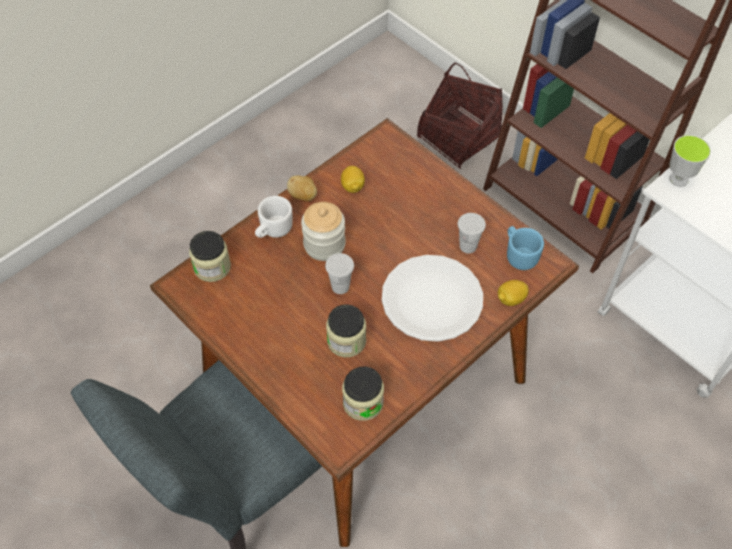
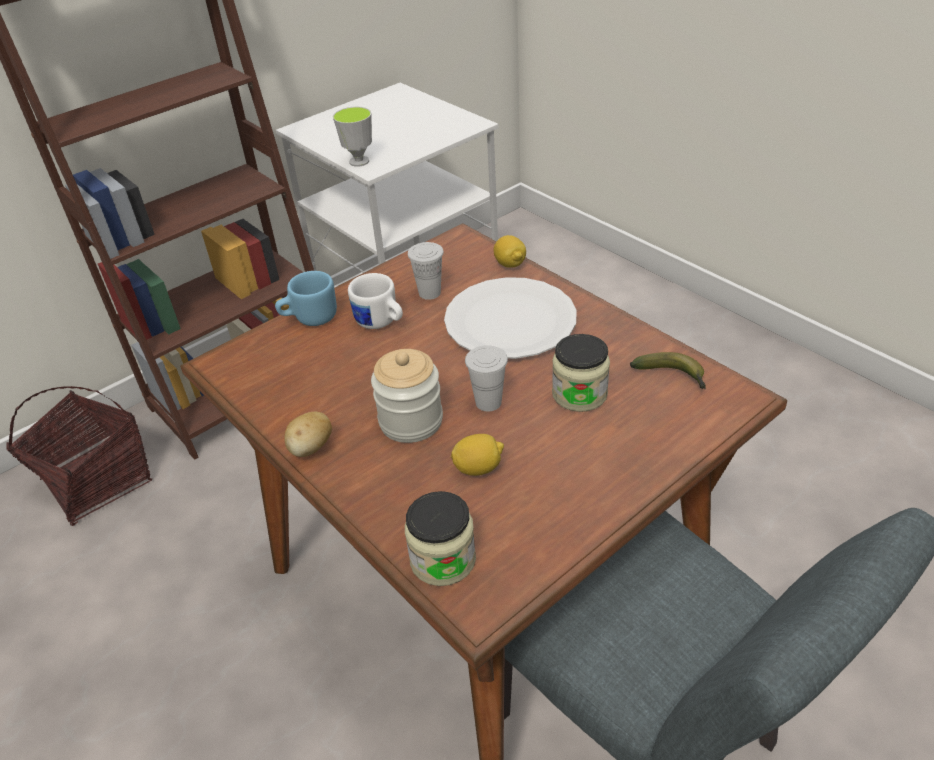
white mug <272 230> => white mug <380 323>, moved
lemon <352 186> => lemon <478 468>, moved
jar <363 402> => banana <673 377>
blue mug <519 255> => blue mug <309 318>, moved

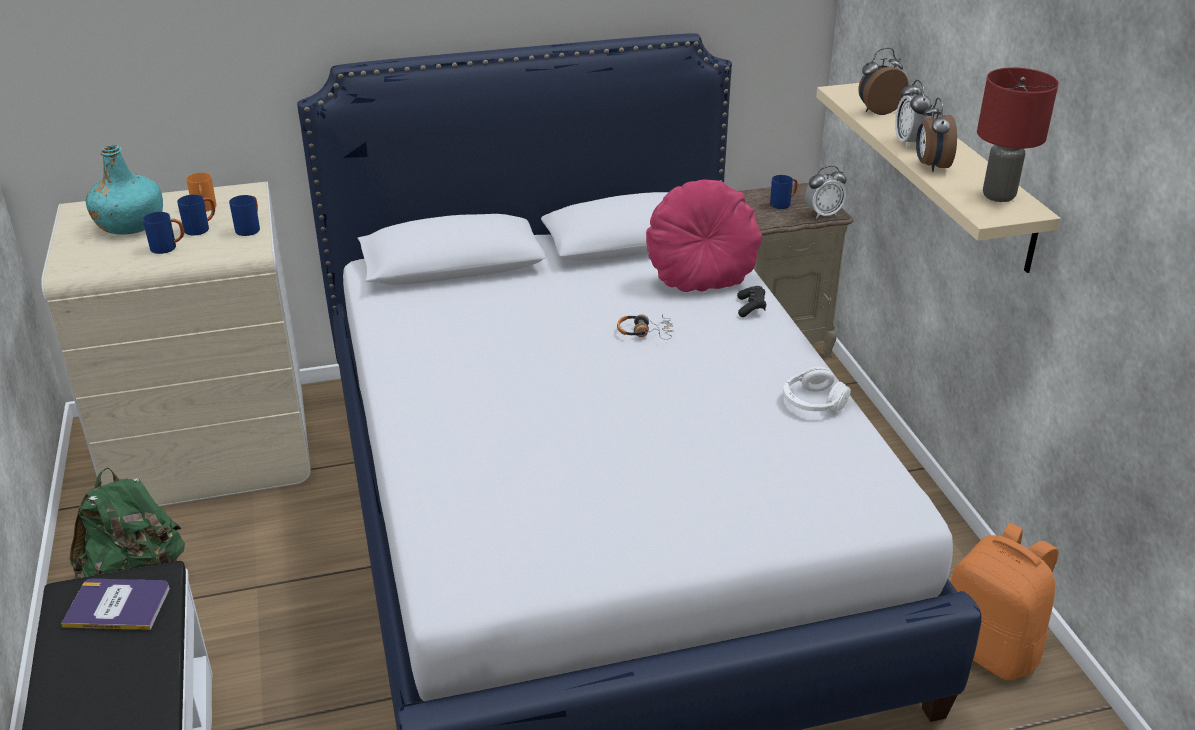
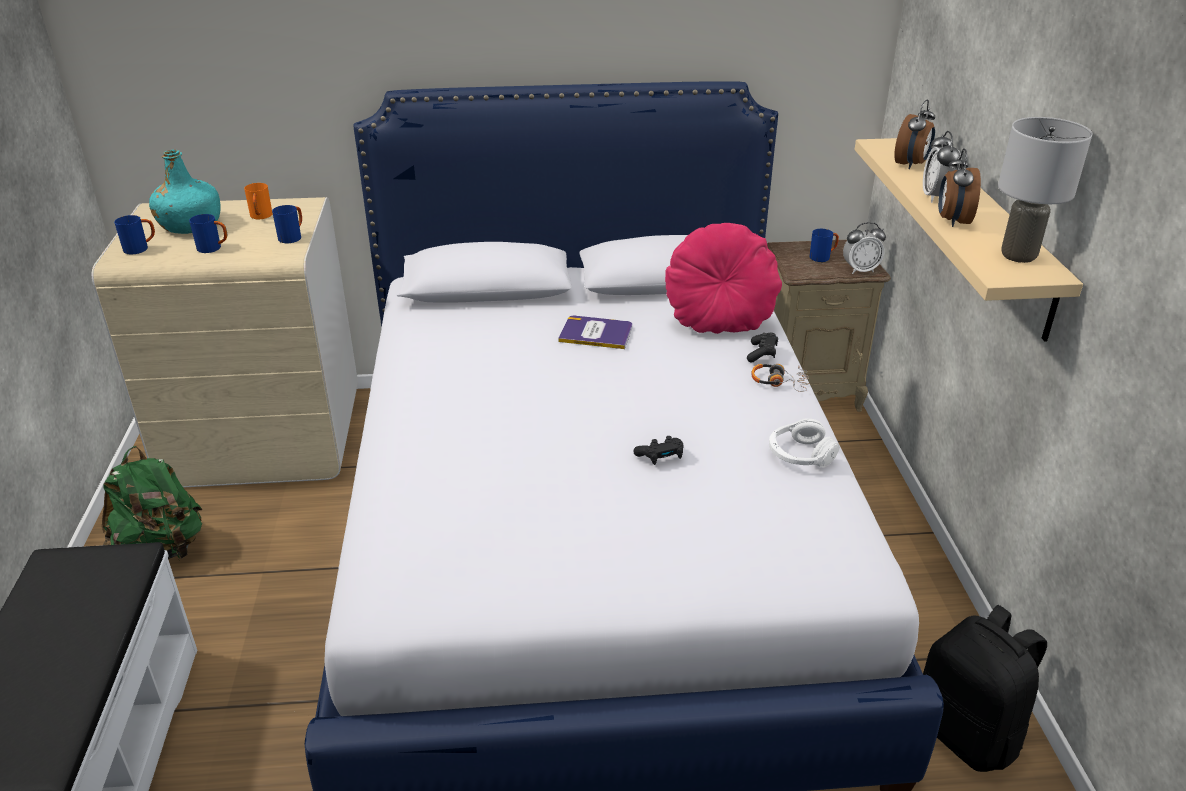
book <118 605> => book <596 333>, moved
blue mug <201 228> => blue mug <141 248>, moved
headphones <645 332> => headphones <779 382>, moved
alarm clock <877 110> => alarm clock <911 164>, 135 degrees clockwise
orange backpack <990 648> => black backpack <967 733>
red table lamp <996 196> => white table lamp <1016 256>
nothing => black game controller <661 457>

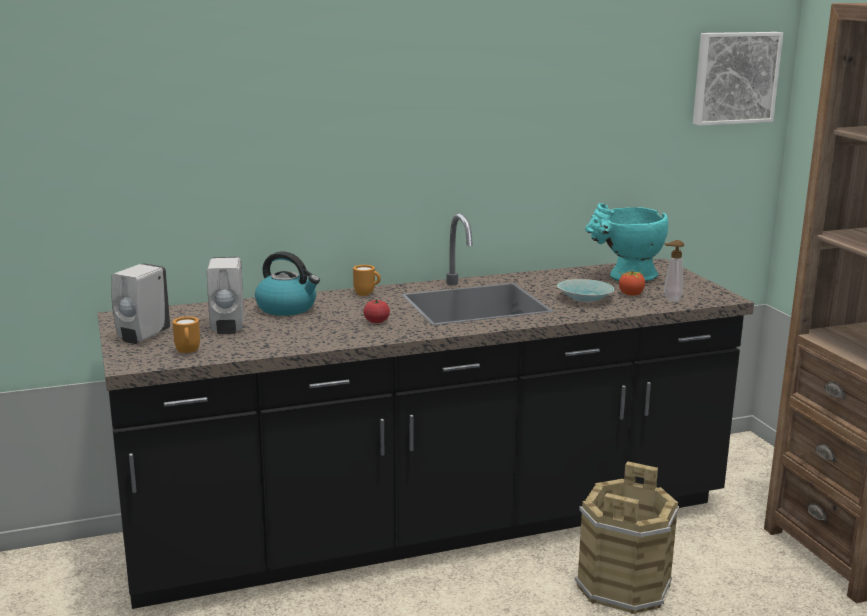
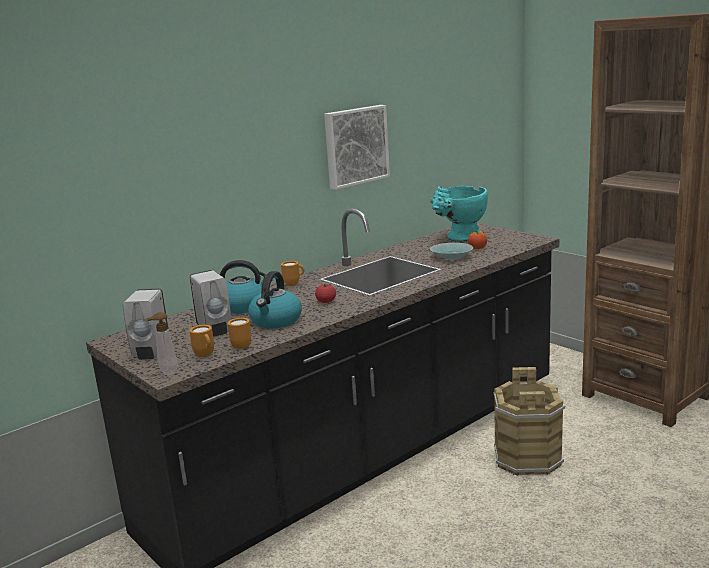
soap dispenser <670 299> => soap dispenser <167 373>, moved
picture <734 77> => picture <355 146>, moved
nothing => orange mug <242 345>
nothing => kettle <276 321>

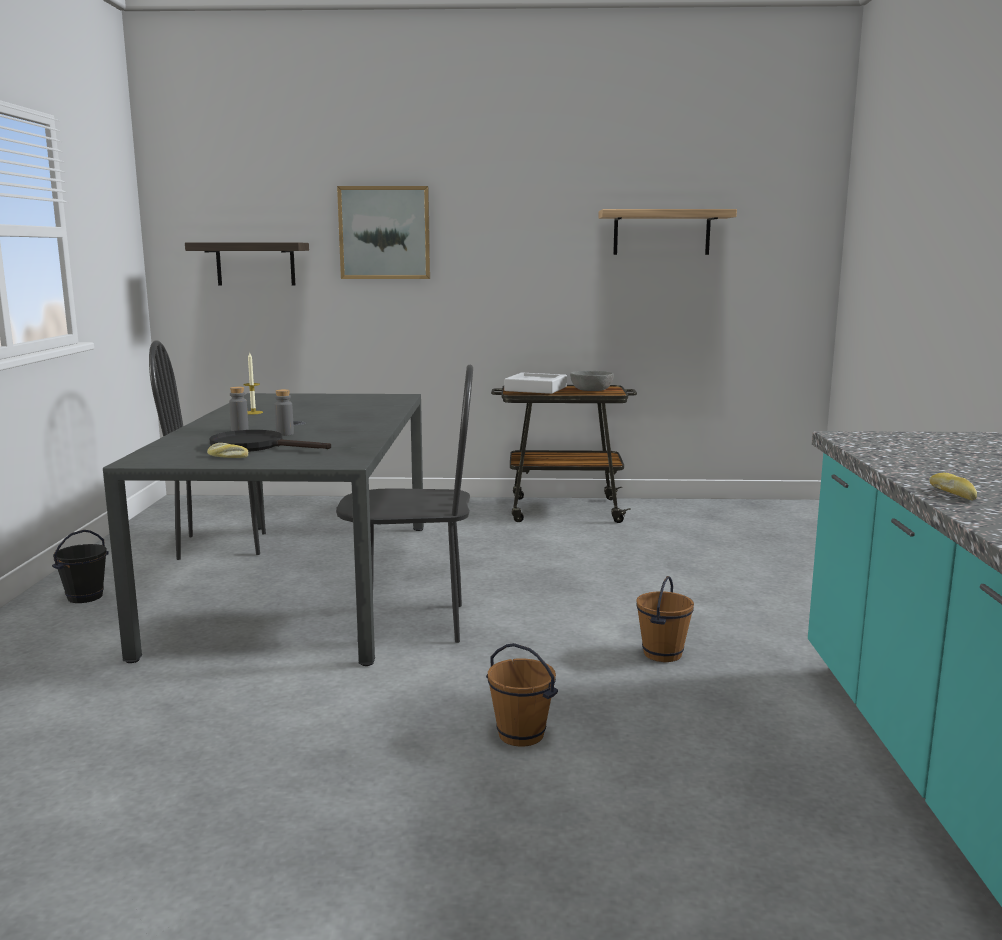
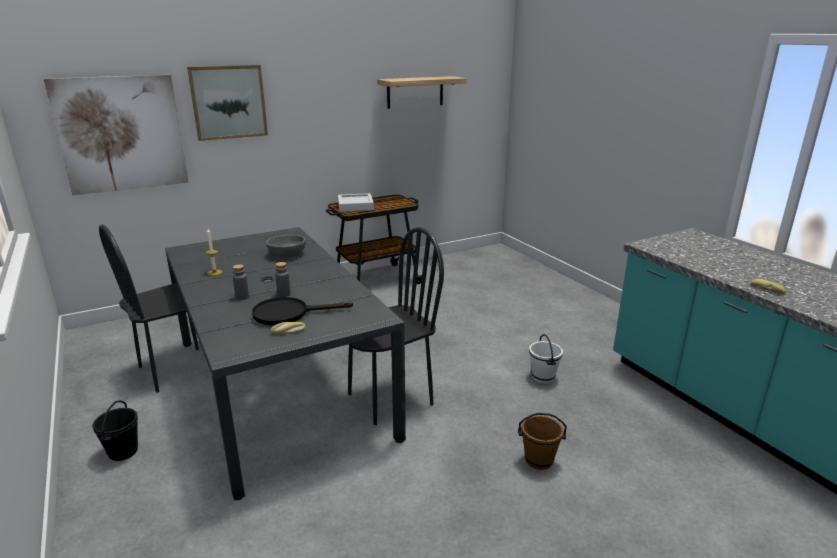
shelf <255 264> => picture <121 134>
grey bowl <591 390> => grey bowl <287 254>, moved
brown bucket <661 654> => white bucket <542 377>

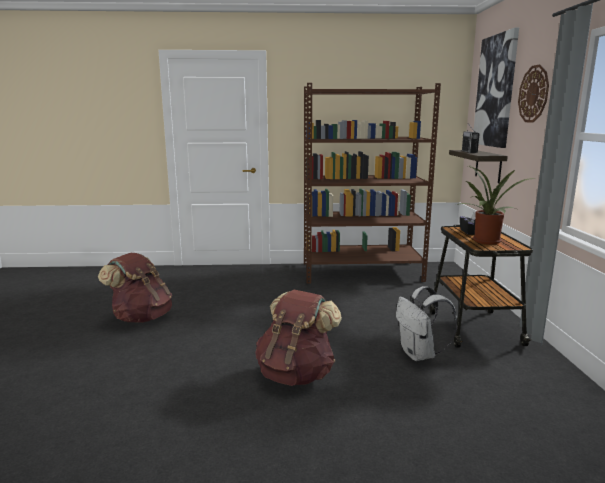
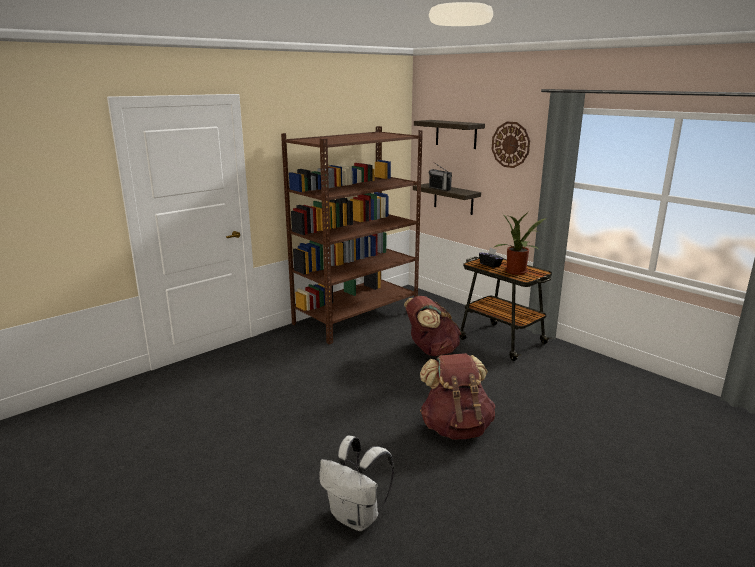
brown backpack <141 317> => brown backpack <431 351>, moved
white backpack <419 355> => white backpack <357 517>, moved
picture <495 91> => shelf <456 134>

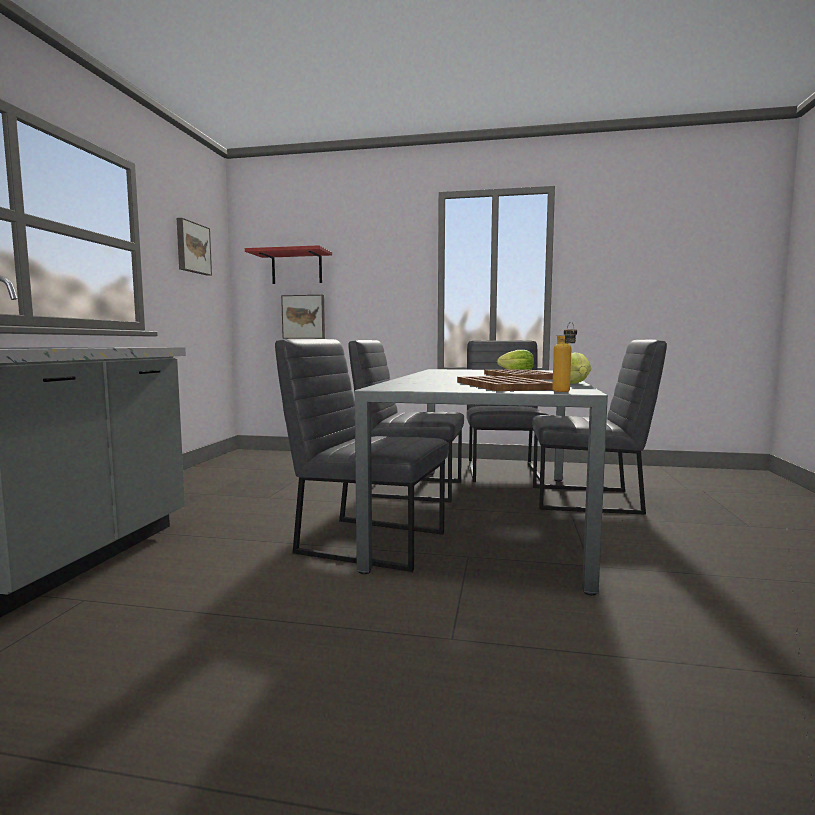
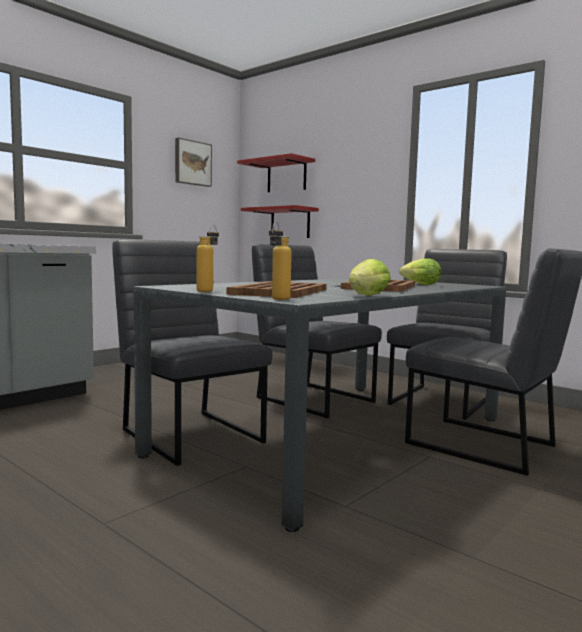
picture <304 317> => red shelf <290 223>
nothing => bottle <208 291>

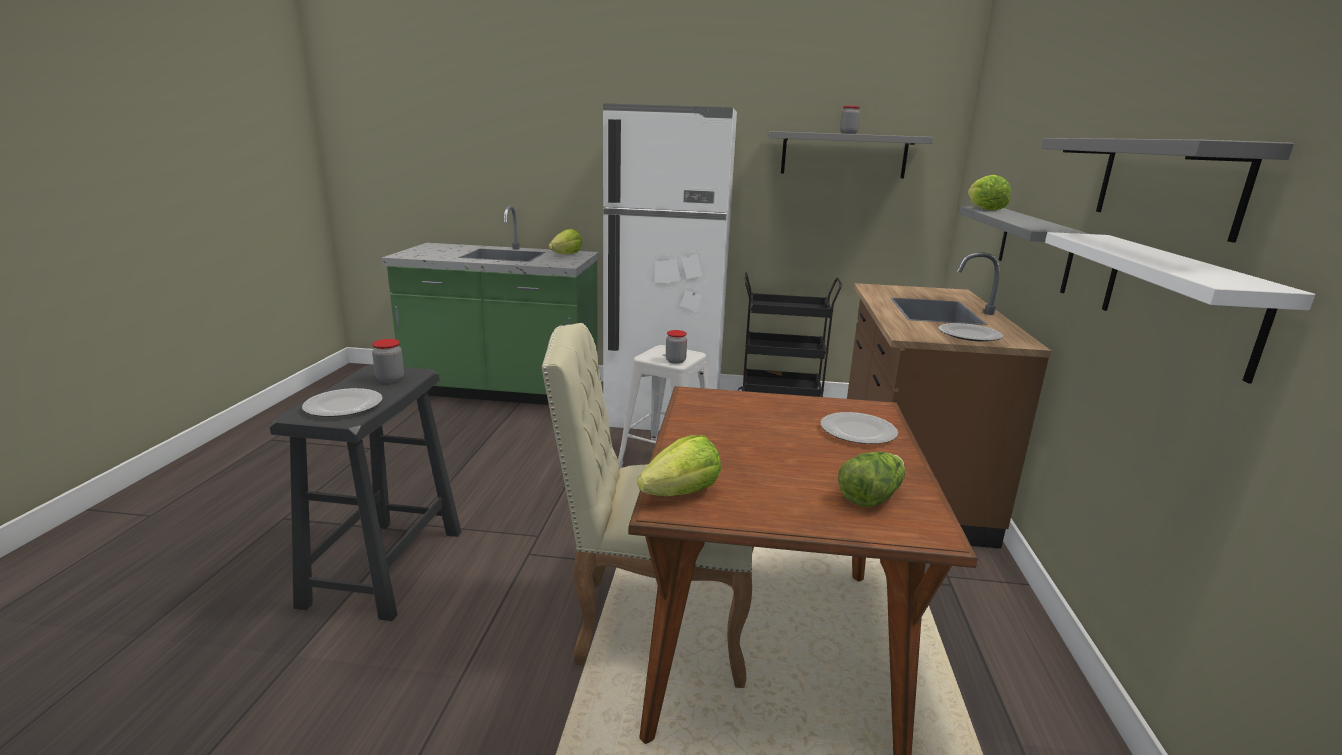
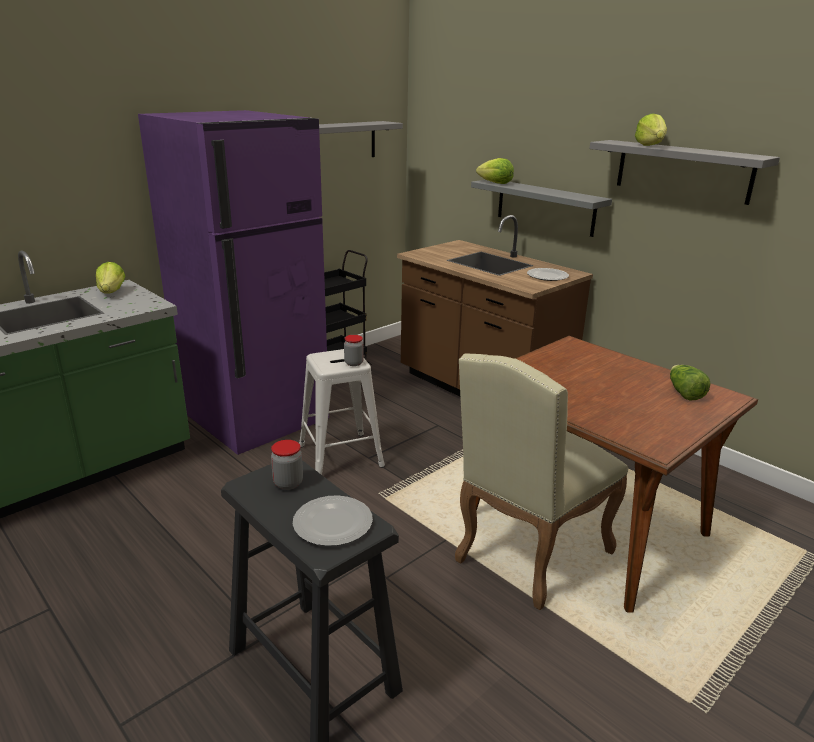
white fridge <666 407> => purple fridge <255 413>
lettuce <681 493> => lettuce <650 146>, moved
plate <859 432> => nothing
jar <848 133> => nothing
white shelf <1176 299> => nothing

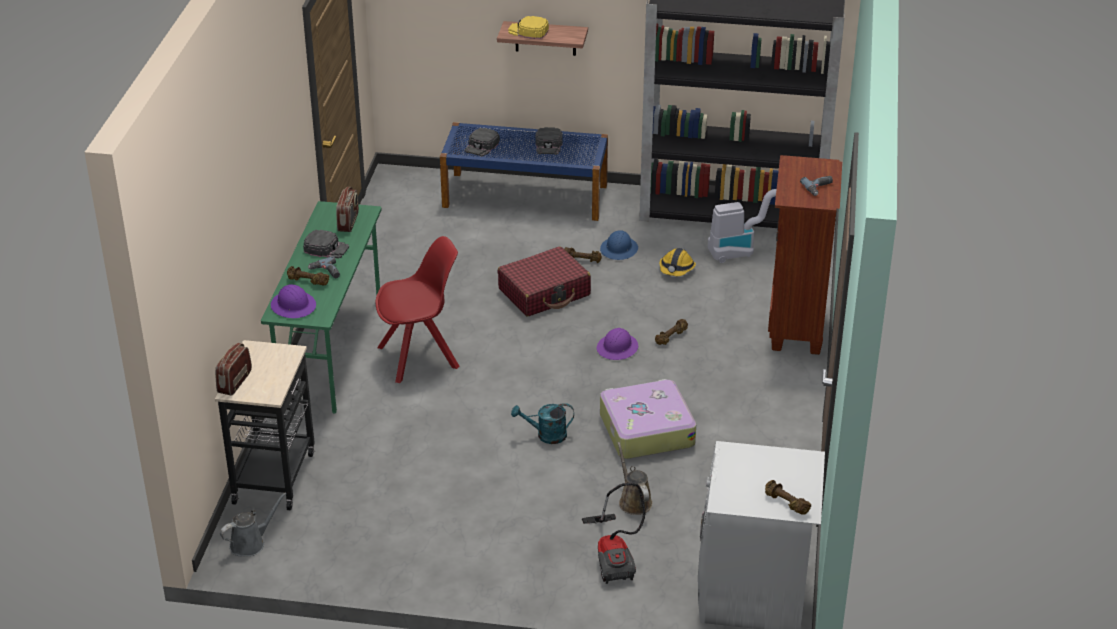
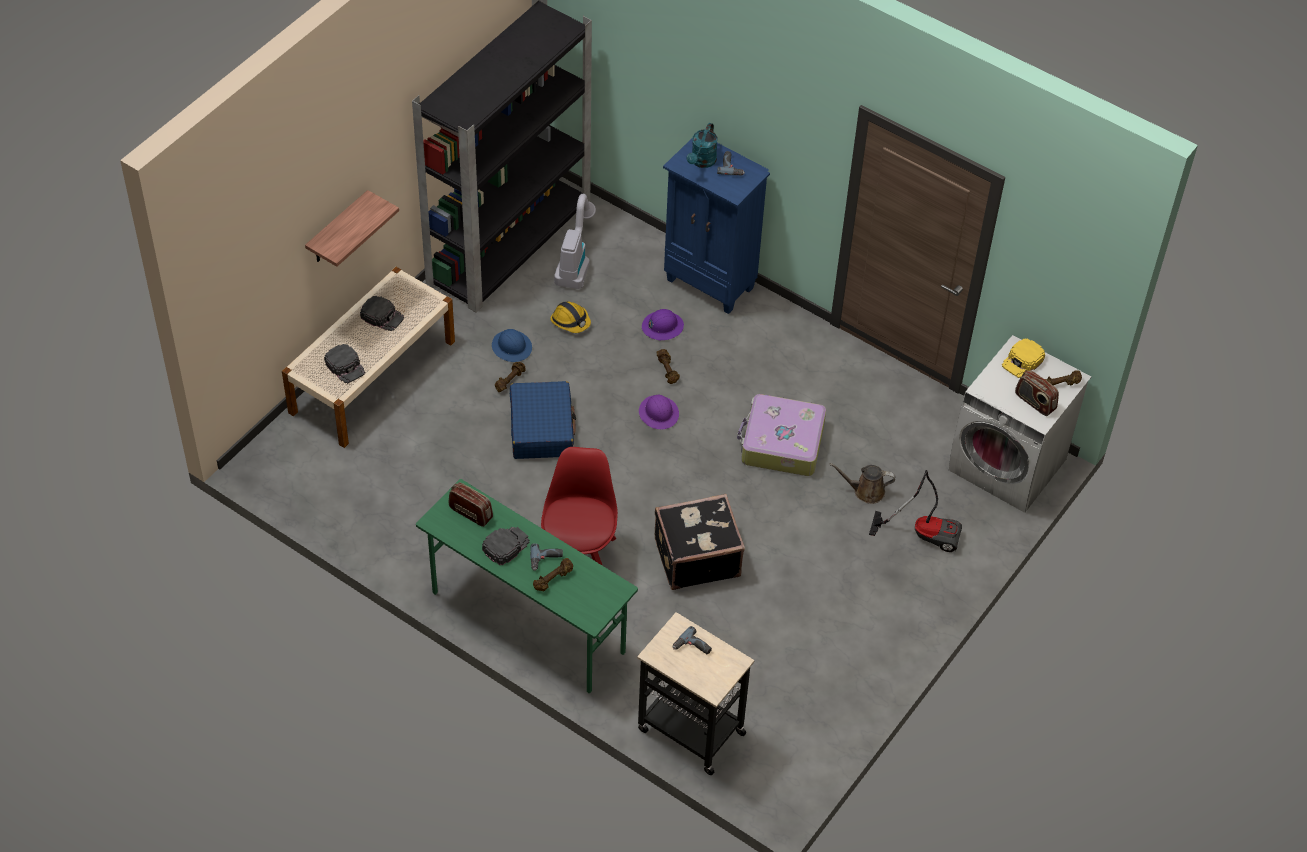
radio <234 382> => radio <1034 402>, moved
grey watering can <250 543> => nothing
purple hard hat <293 306> => purple hard hat <662 326>, moved
blue bench <525 196> => beige bench <372 376>
red suitcase <544 292> => blue suitcase <541 428>
yellow cap <528 31> => yellow cap <1022 361>, moved
turquoise watering can <546 435> => turquoise watering can <702 162>, moved
brown cabinet <795 329> => blue cabinet <709 285>
nothing => black suitcase <696 556>
nothing => power drill <692 648>

